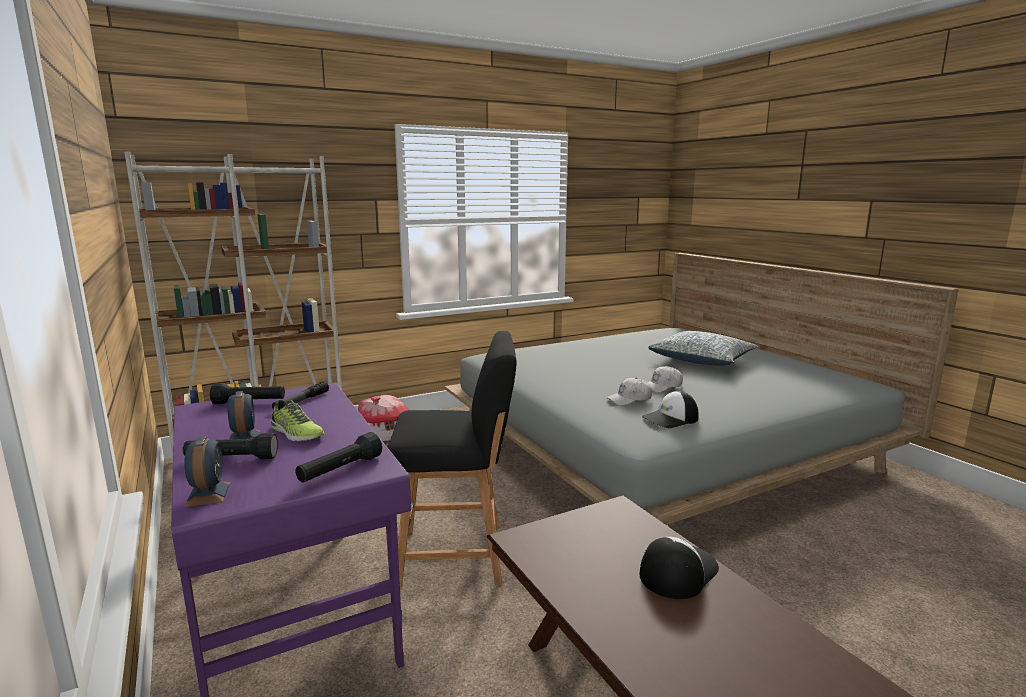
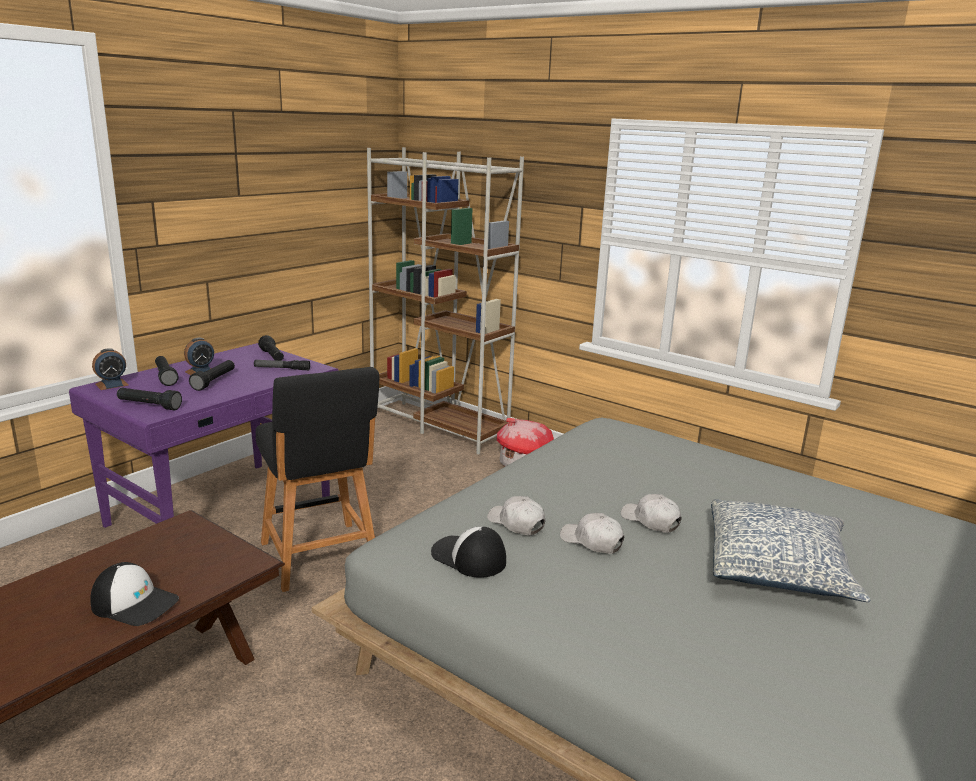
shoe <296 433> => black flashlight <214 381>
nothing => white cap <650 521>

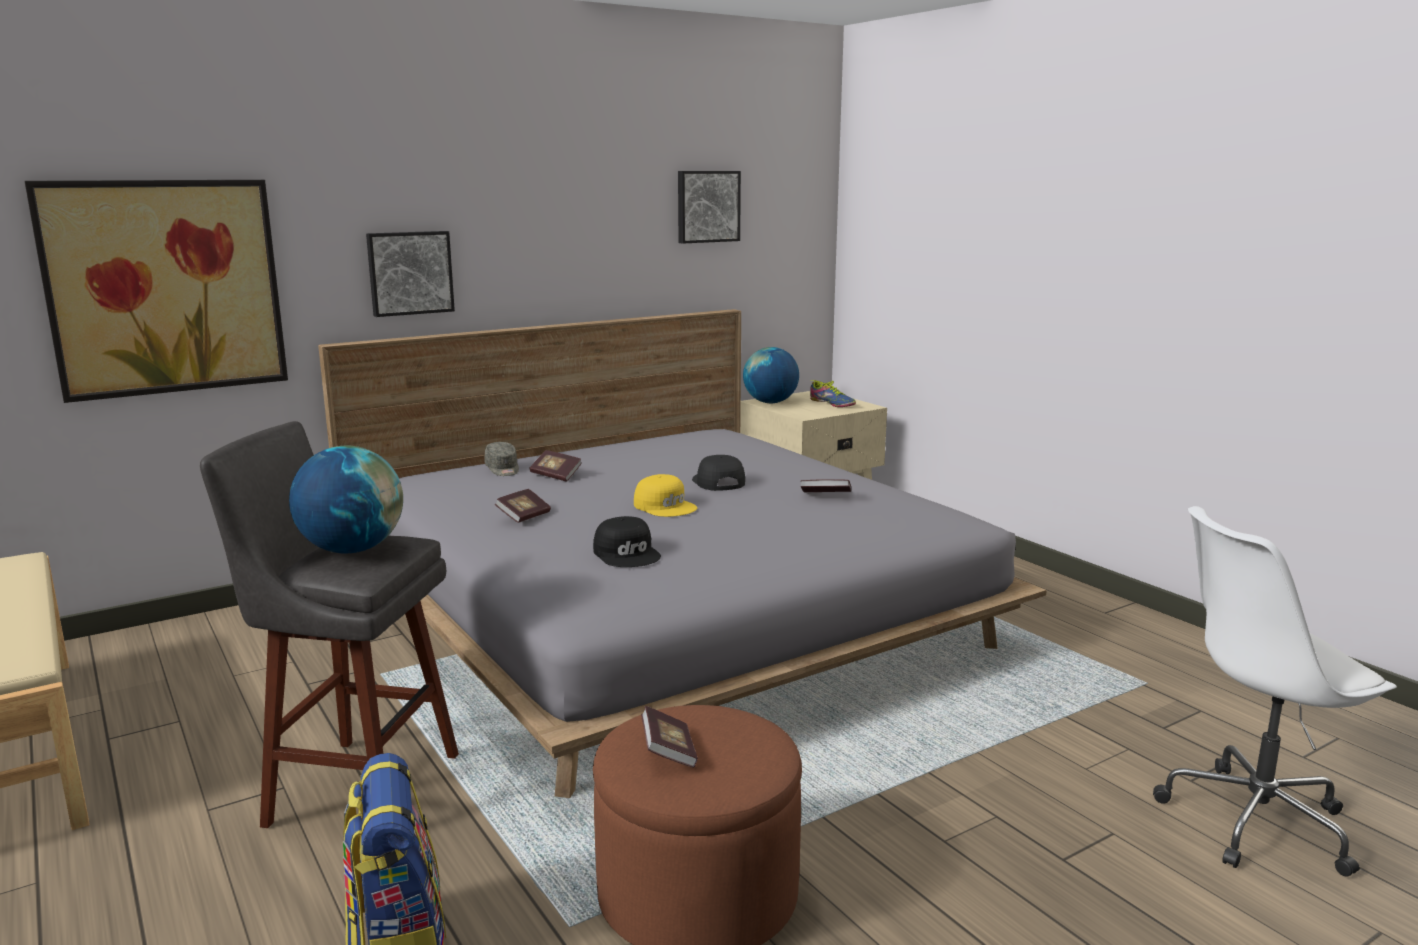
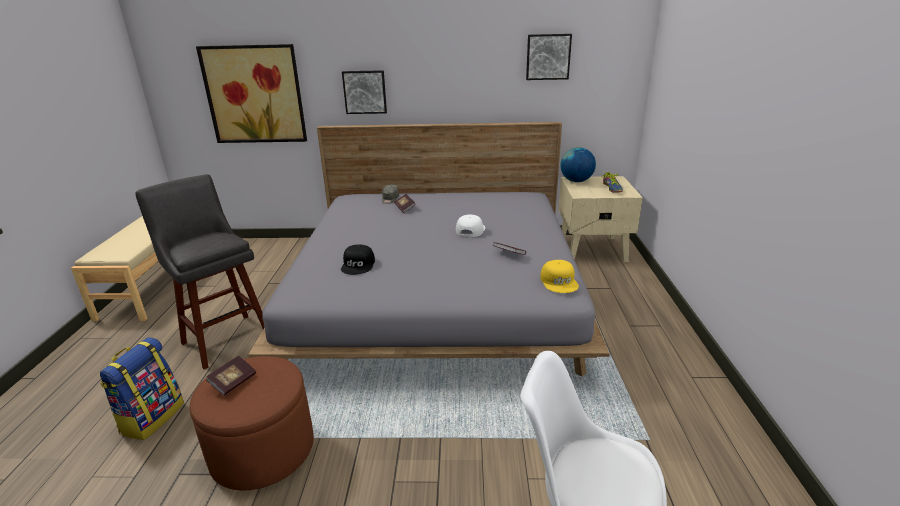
globe <352 549> => nothing
book <524 517> => nothing
yellow cap <665 506> => yellow cap <559 282>, moved
black cap <717 482> => white cap <470 230>

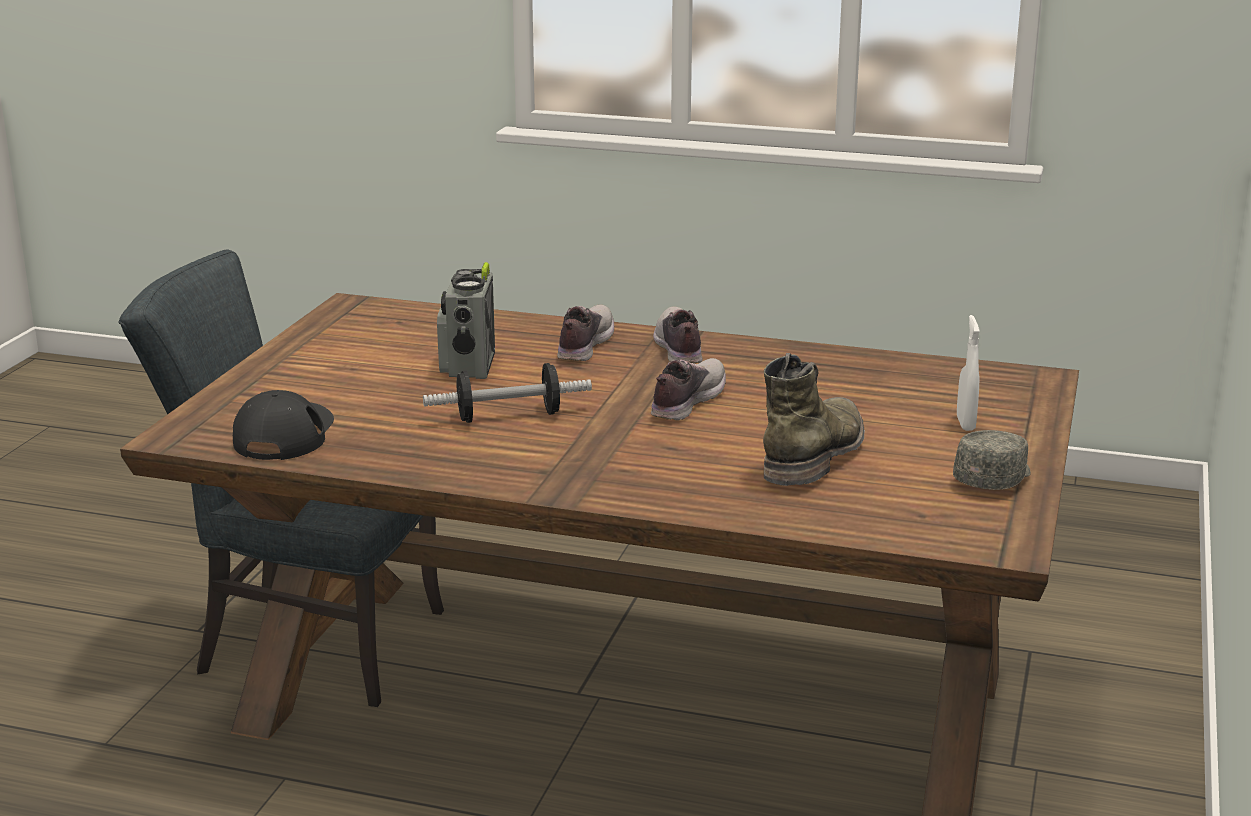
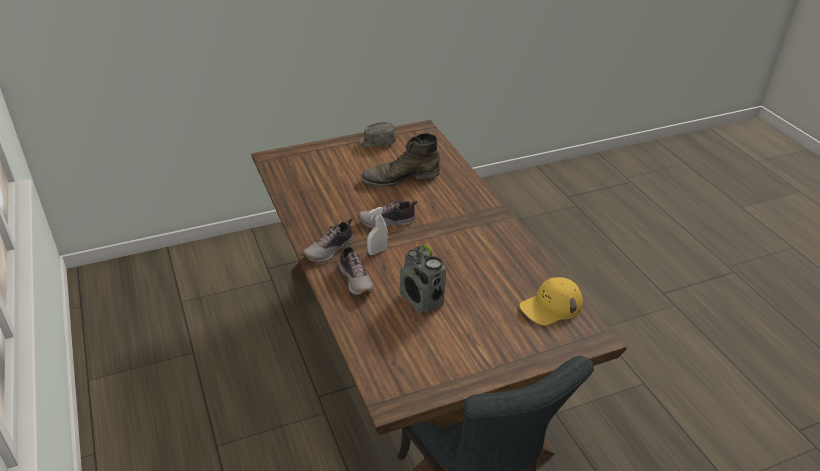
black cap <285 435> => yellow cap <551 306>
dumbbell <508 416> => nothing
radio <467 367> => radio <422 300>, 90 degrees clockwise
shoe <583 345> => shoe <356 279>, 90 degrees counterclockwise
white spray bottle <965 423> => white spray bottle <377 251>, moved

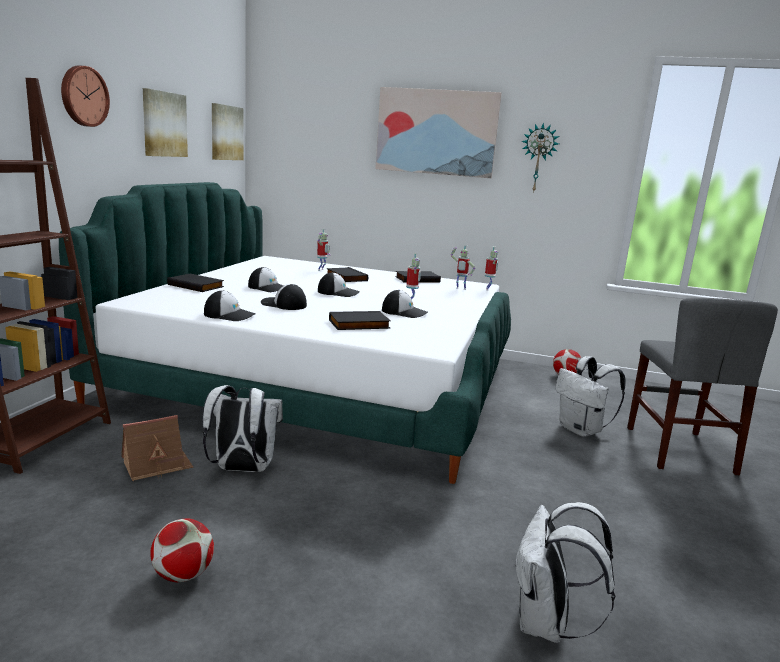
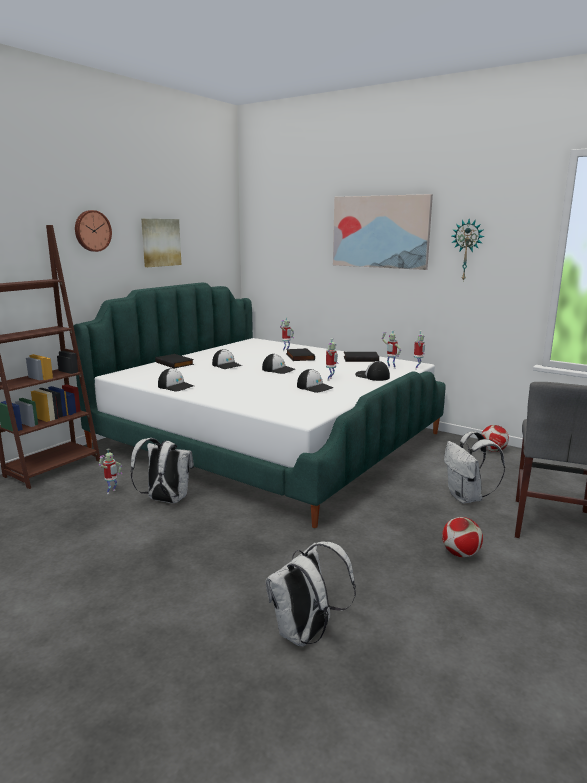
toy house <157 465> => toy robot <112 492>
football <183 575> => football <460 554>, moved
picture <226 133> => nothing
cap <283 304> => cap <372 376>, moved
black book <359 325> => nothing

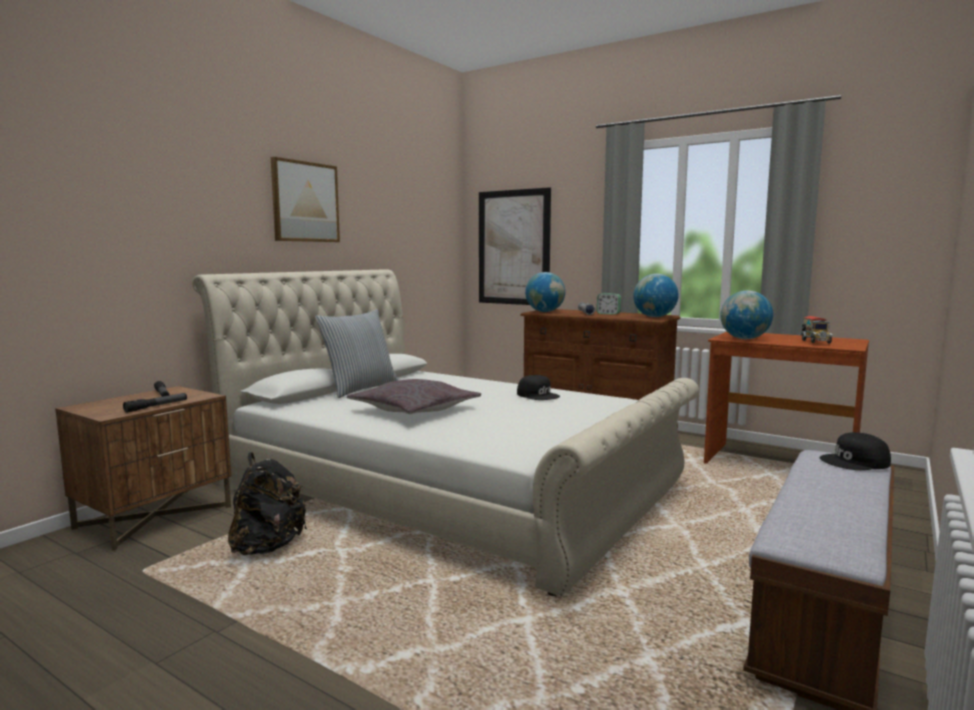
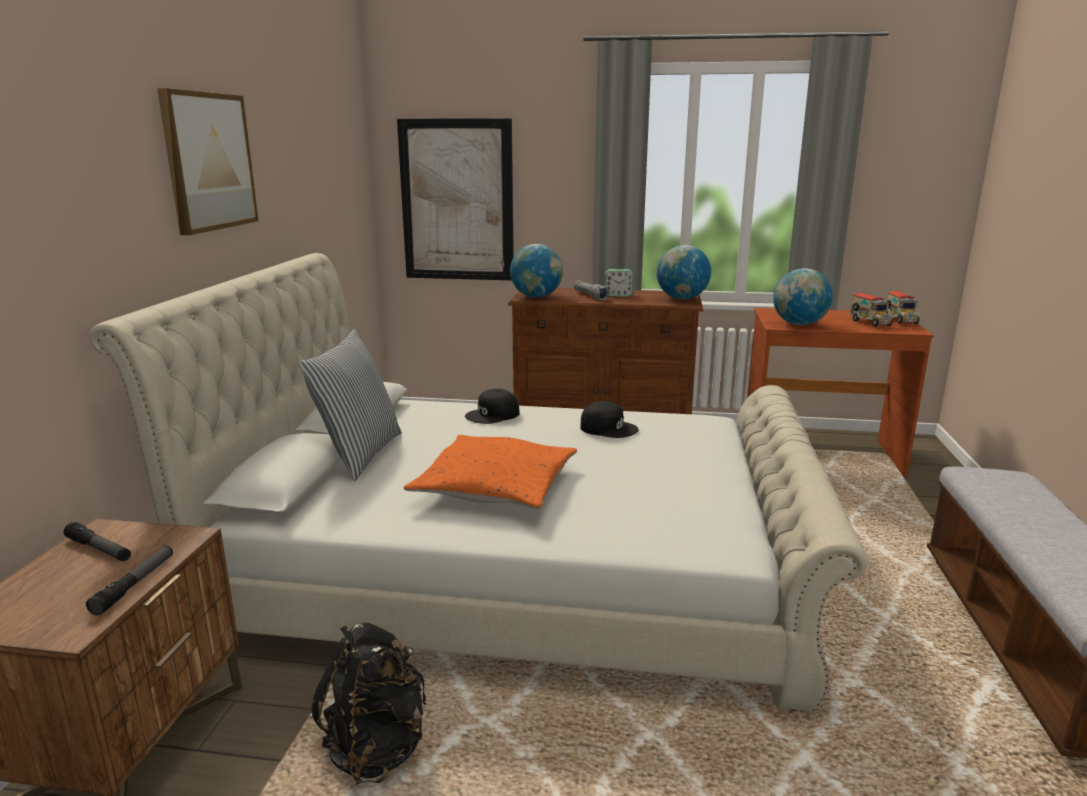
grey pillow <414 410> => orange pillow <495 487>
black cap <855 462> => black cap <493 415>, moved
nothing => toy truck <899 321>

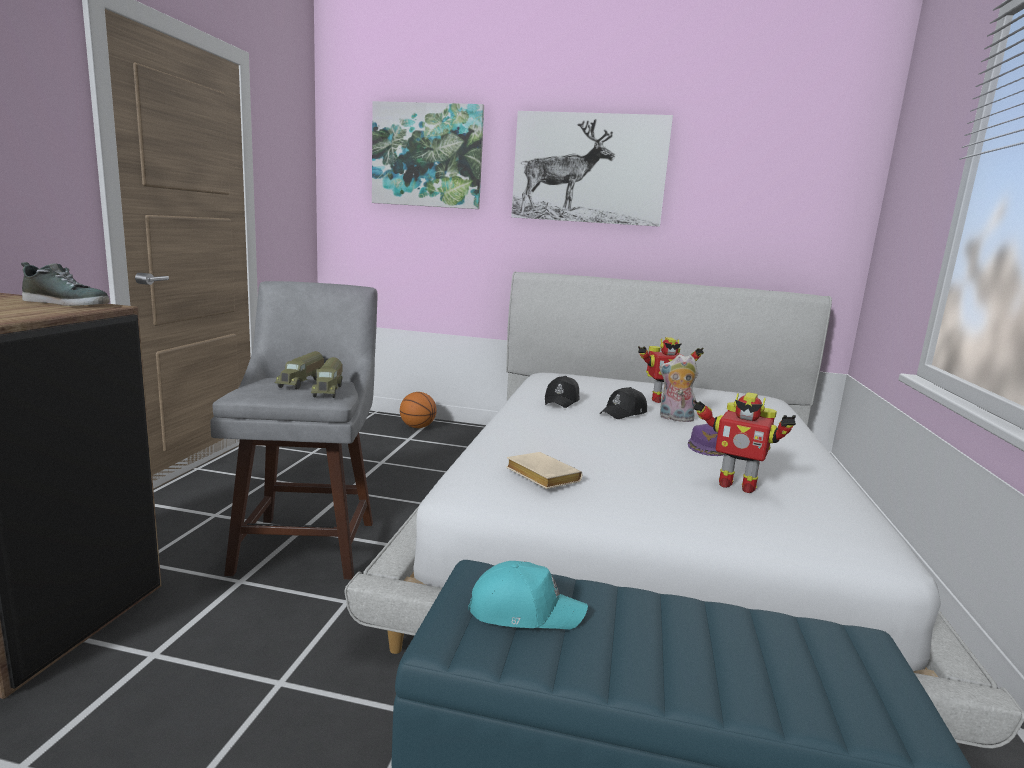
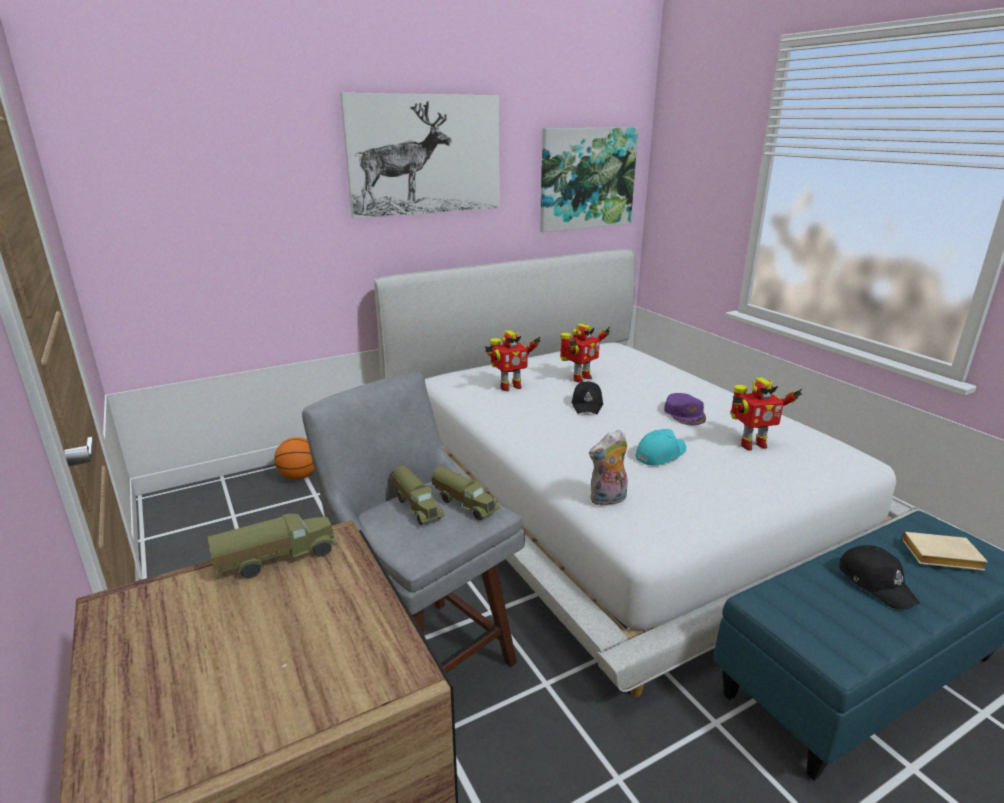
shoe <67 303> => toy truck <277 559>
picture <427 156> => picture <587 178>, moved
turquoise cap <524 611> => turquoise cap <660 454>, moved
beige book <540 476> => beige book <939 557>, moved
black cap <562 401> => black cap <876 583>, moved
plush toy <675 419> => plush toy <608 500>, moved
nothing => toy robot <509 387>

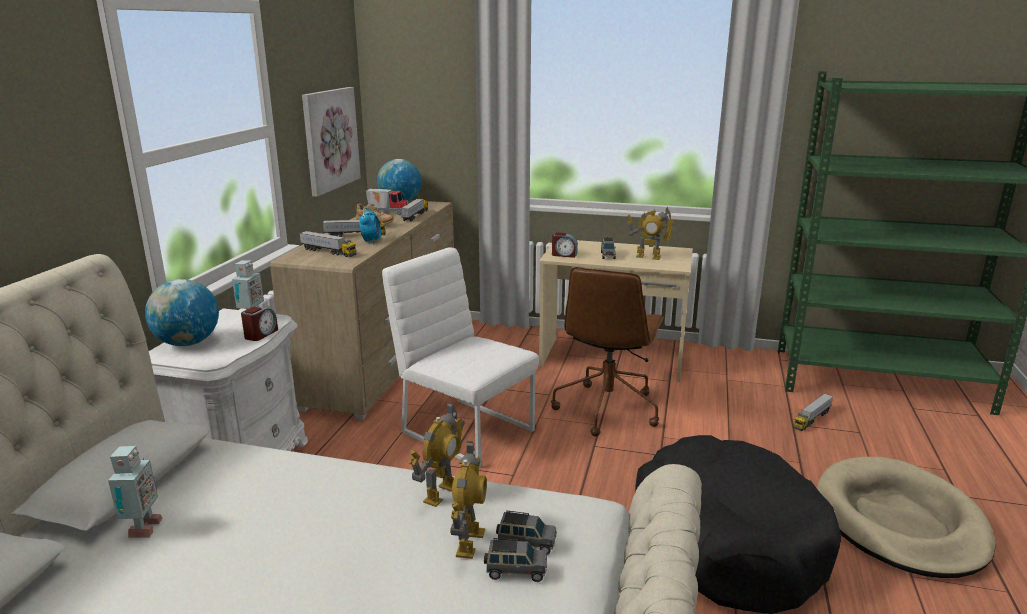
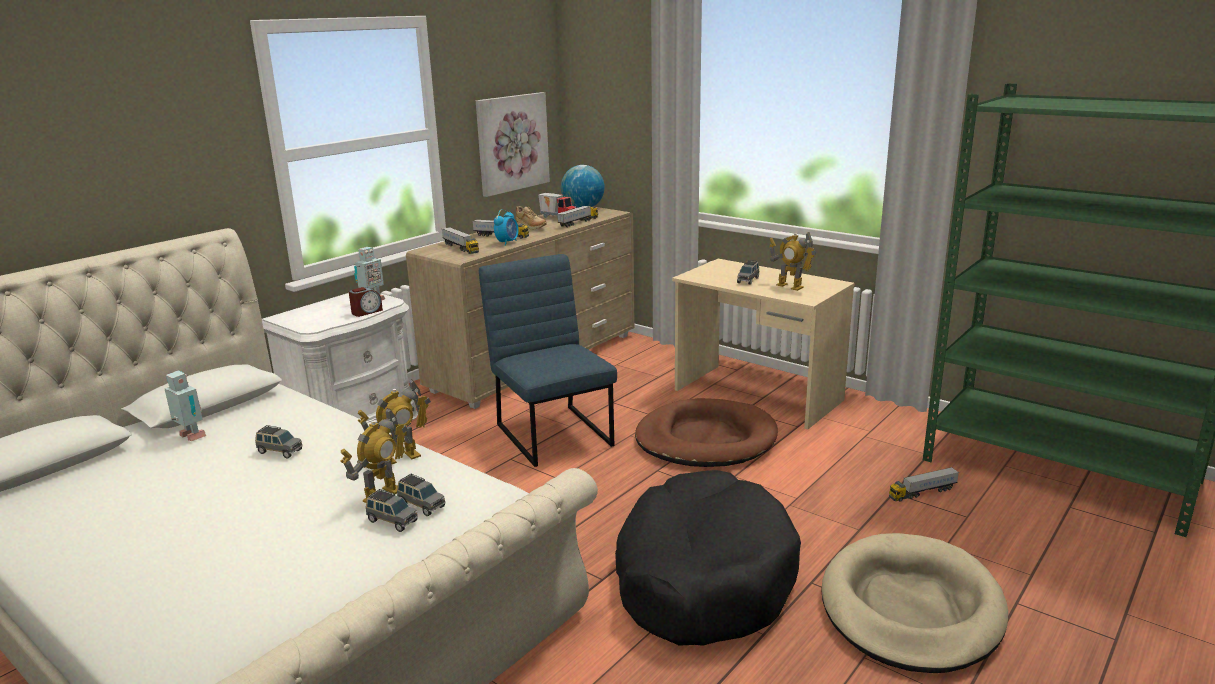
toy robot <142 529> => toy robot <191 437>, 75 degrees counterclockwise
globe <187 343> => nothing
white chair <465 429> => blue chair <553 433>
brown office chair <608 407> => brown dog bed <705 439>
alarm clock <564 255> => nothing
nothing => grey toy car <279 451>

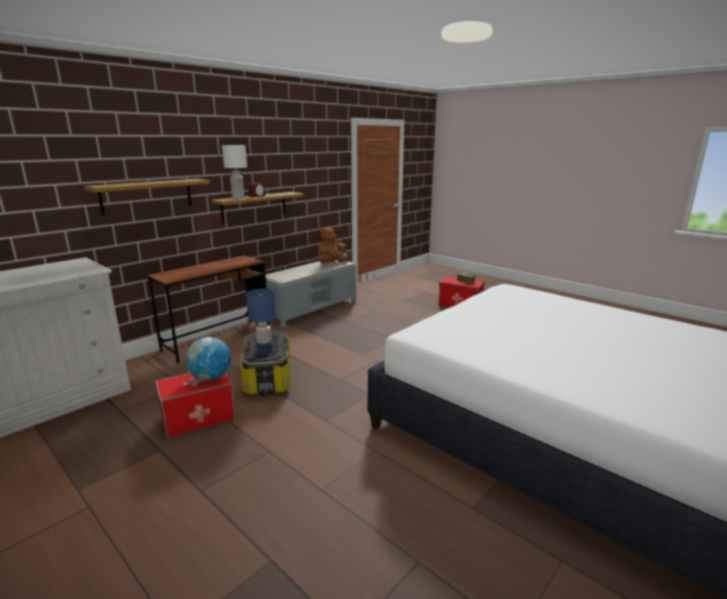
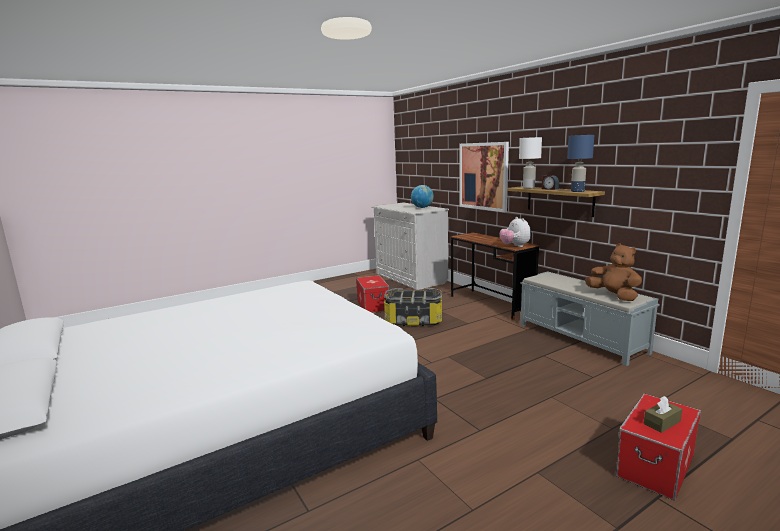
shelf <147 196> => picture <483 176>
globe <210 377> => globe <422 207>, moved
blue table lamp <265 351> => blue table lamp <577 191>, moved
nothing => plush toy <515 246>

